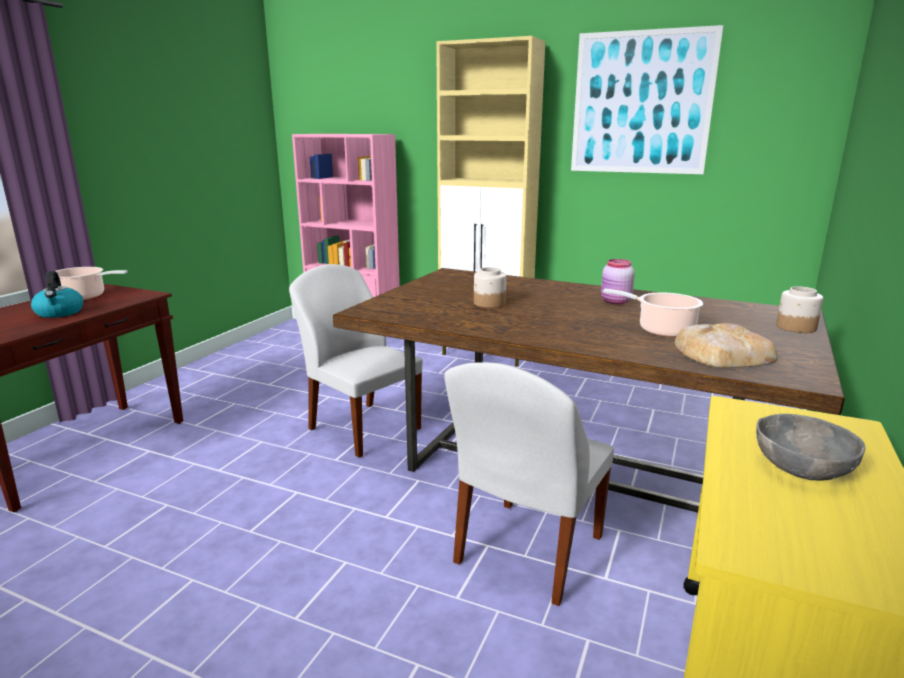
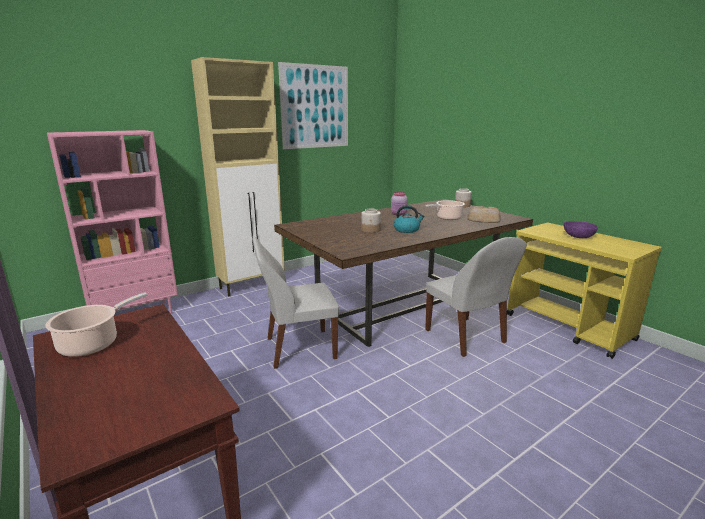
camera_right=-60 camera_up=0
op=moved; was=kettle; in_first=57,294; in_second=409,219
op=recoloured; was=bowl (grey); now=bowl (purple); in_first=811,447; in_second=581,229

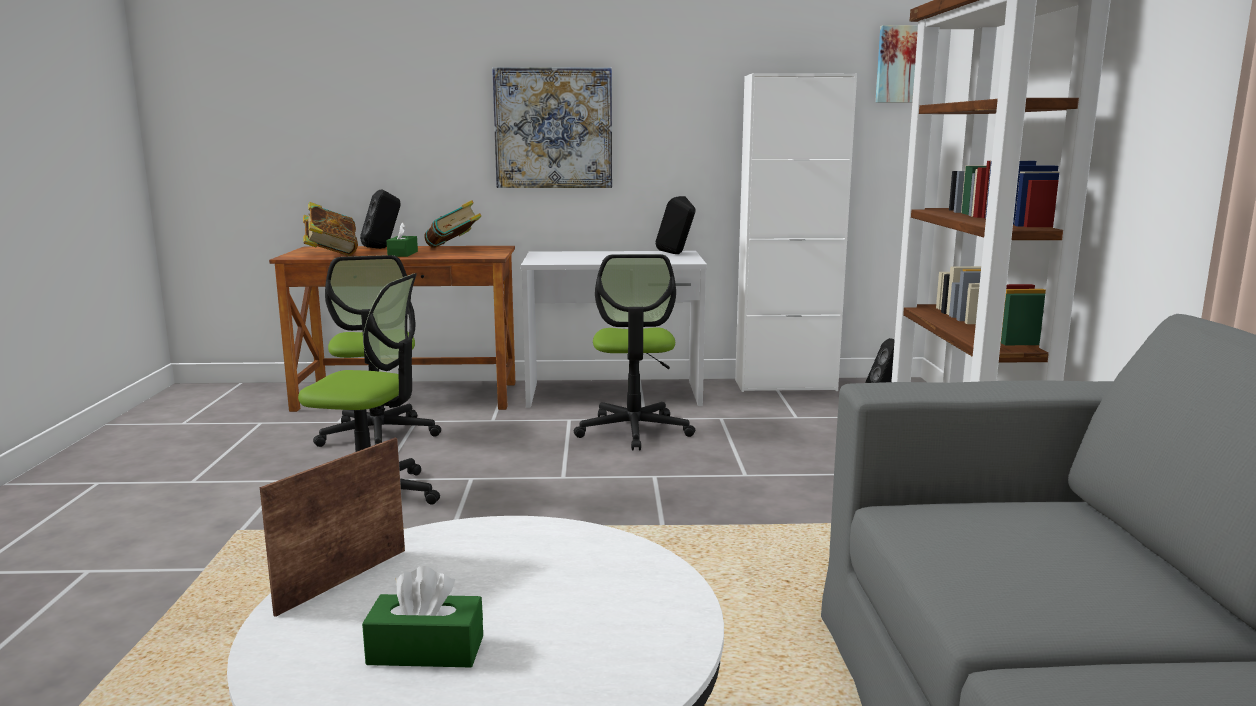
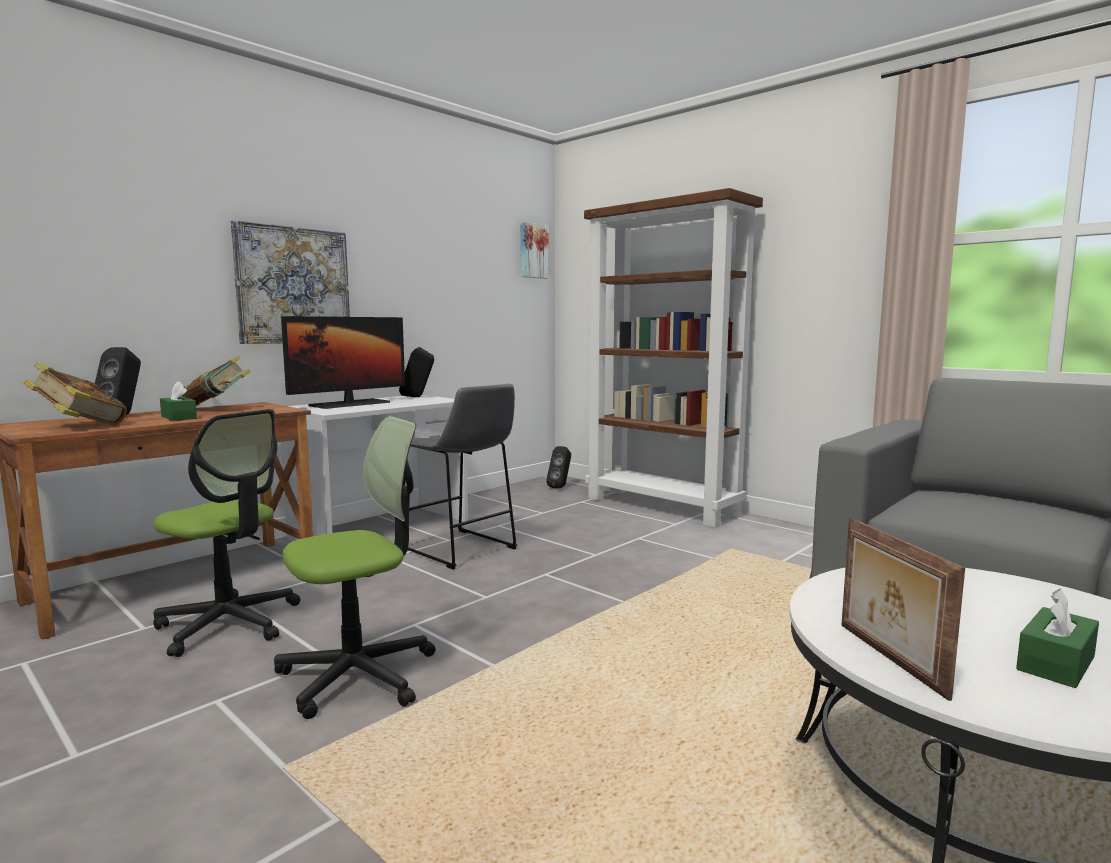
camera_right=-45 camera_up=-5
op=removed; was=cabinet (white); in_first=796,232
op=added; now=monitor; in_second=343,362
op=replaced; was=office chair; now=stool (grey); in_first=634,352; in_second=460,477

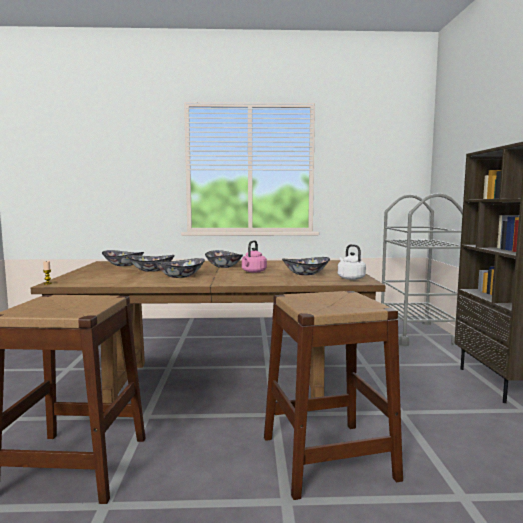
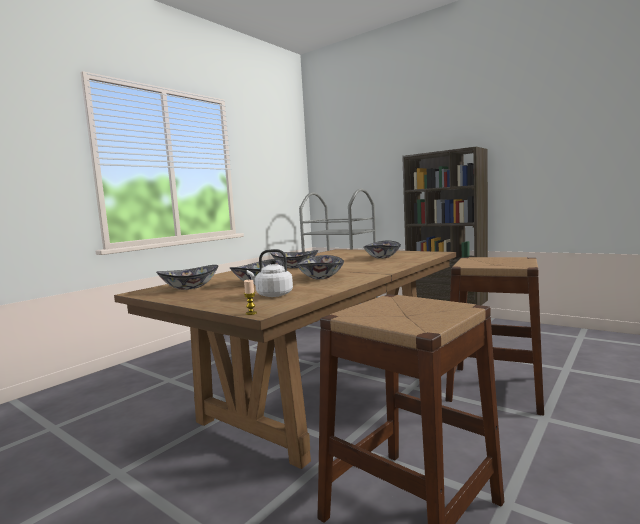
camera_right=-50 camera_up=0
op=removed; was=kettle (pink); in_first=254,256
op=moved; was=kettle (white); in_first=352,262; in_second=270,273

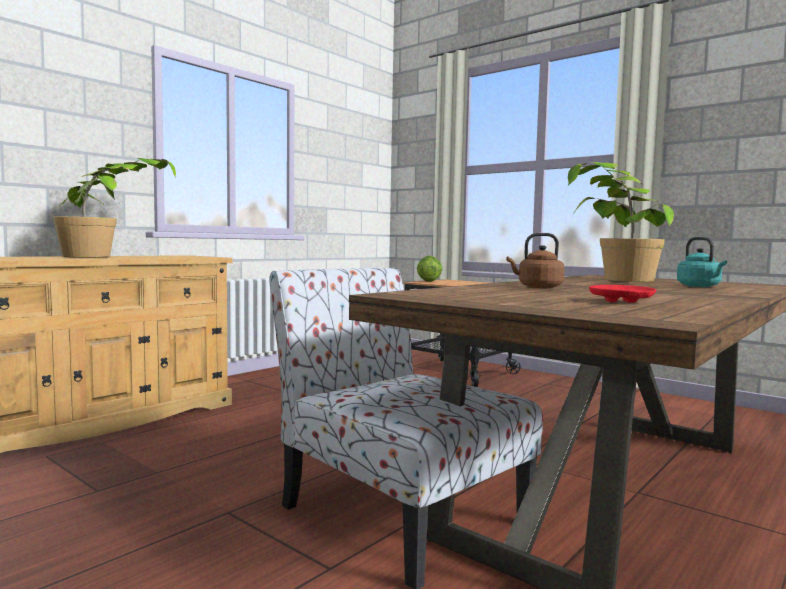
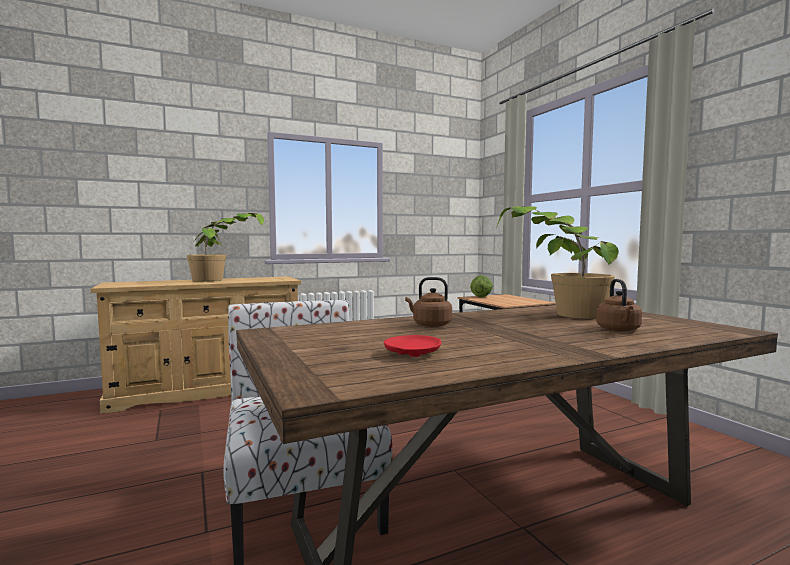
camera_right=25 camera_up=0
op=recoloured; was=kettle (turquoise); now=kettle (brown); in_first=702,262; in_second=619,305

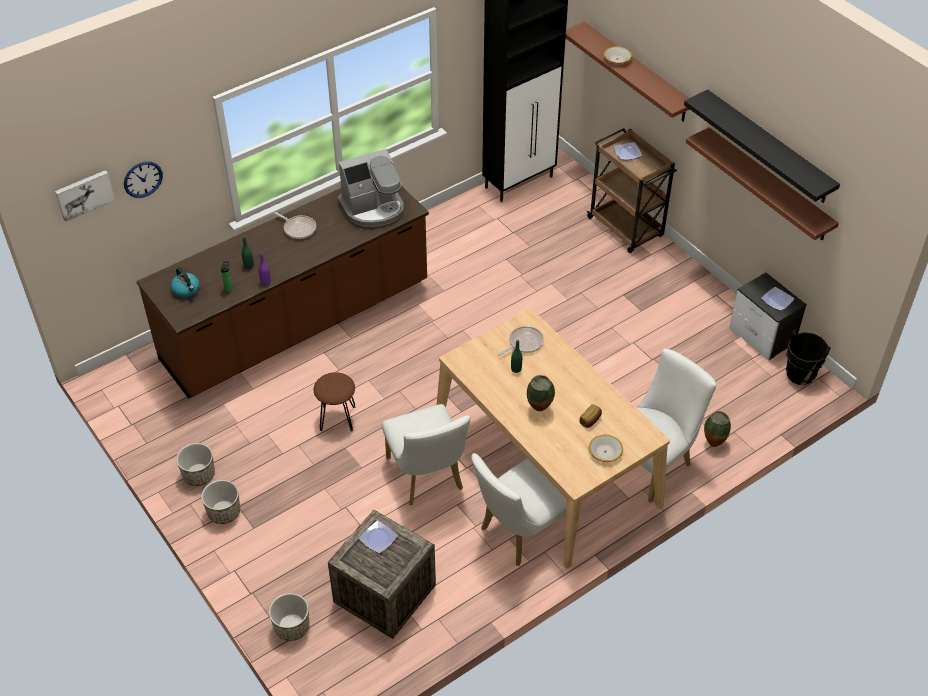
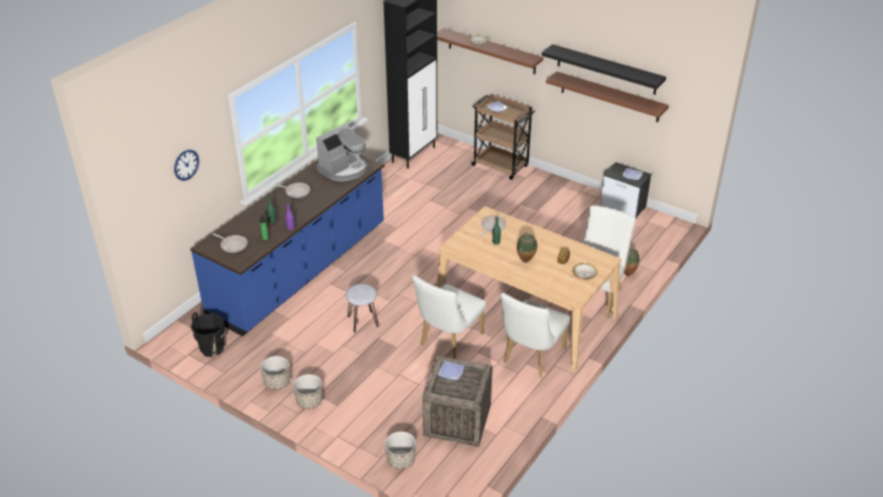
camera_right=-20 camera_up=-10
op=removed; was=picture; in_first=85,196
op=moved; was=bucket (black); in_first=808,357; in_second=208,334
op=replaced; was=kettle; now=frying pan; in_first=185,282; in_second=230,243
op=recoloured; was=counter (brown); now=counter (blue); in_first=282,293; in_second=287,245
op=recoloured; was=stool (brown); now=stool (grey); in_first=334,402; in_second=361,308
op=turned; was=chair (white); in_first=426,454; in_second=449,317; clockwise=75

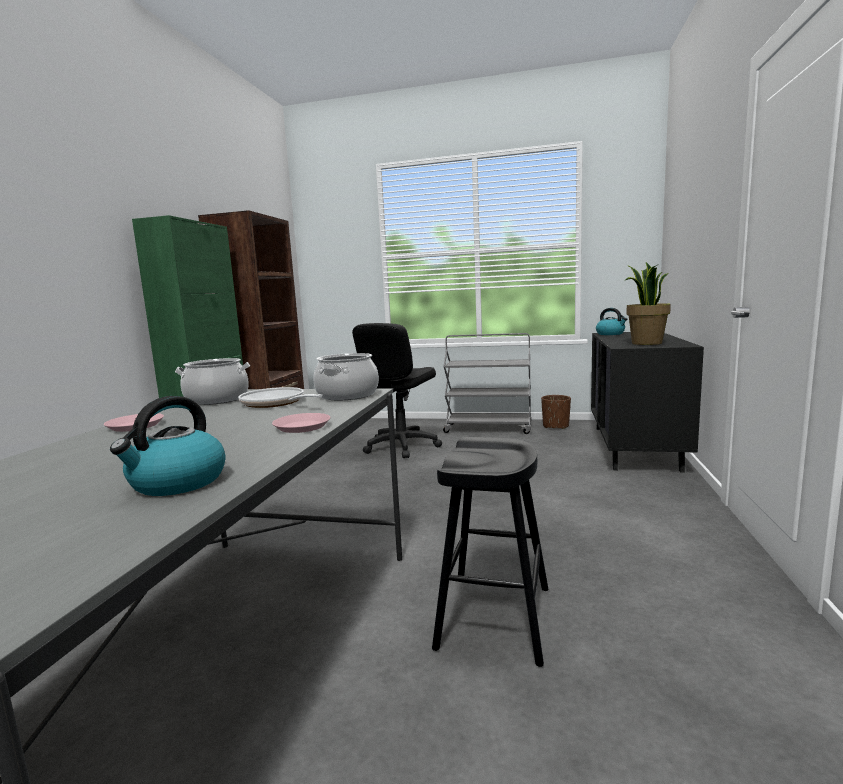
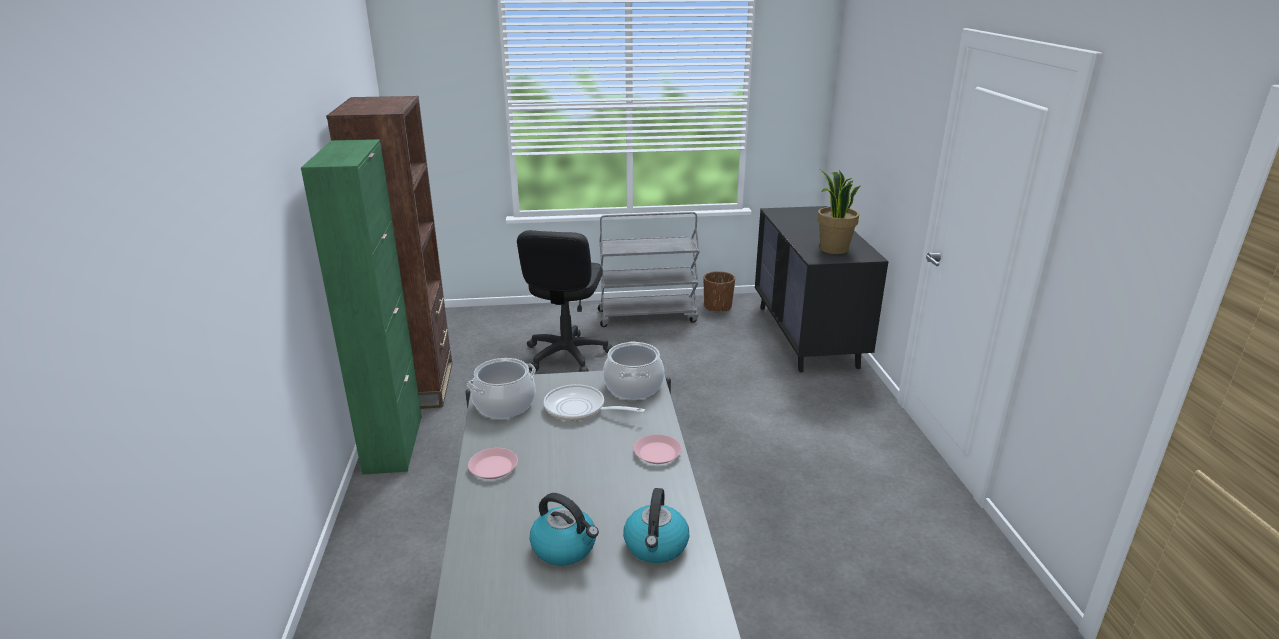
camera_right=-20 camera_up=15
op=removed; was=stool (black); in_first=490,552
op=moved; was=kettle; in_first=611,321; in_second=564,529

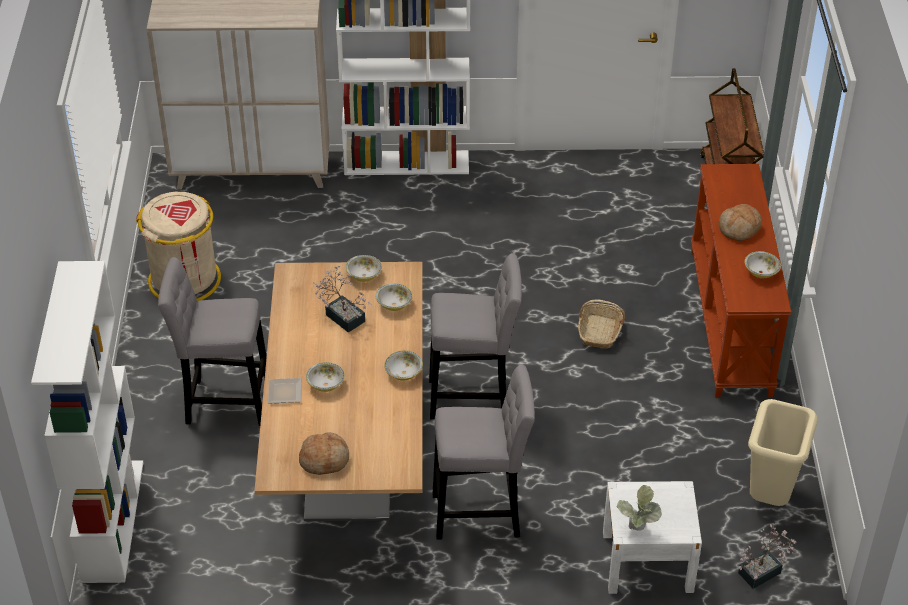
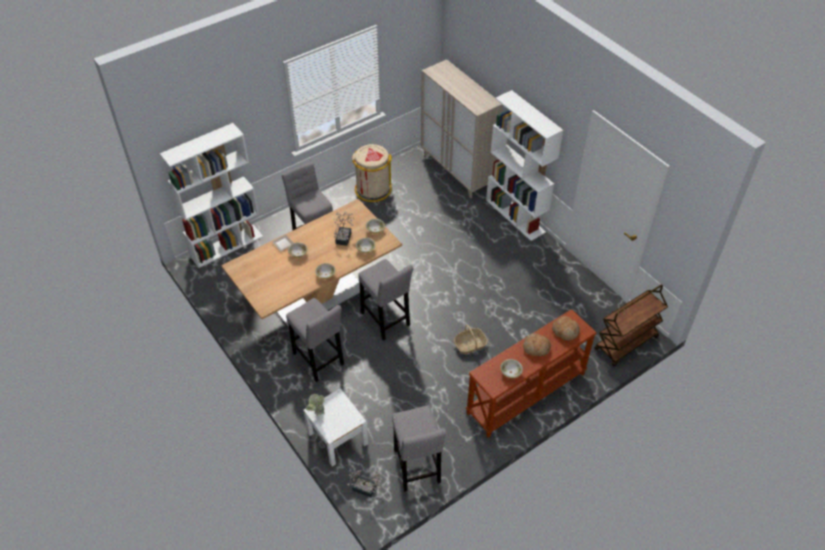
camera_right=55 camera_up=5
op=moved; was=bread; in_first=324,453; in_second=566,328
op=replaced; was=trash can (beige); now=stool (grey); in_first=782,452; in_second=419,449

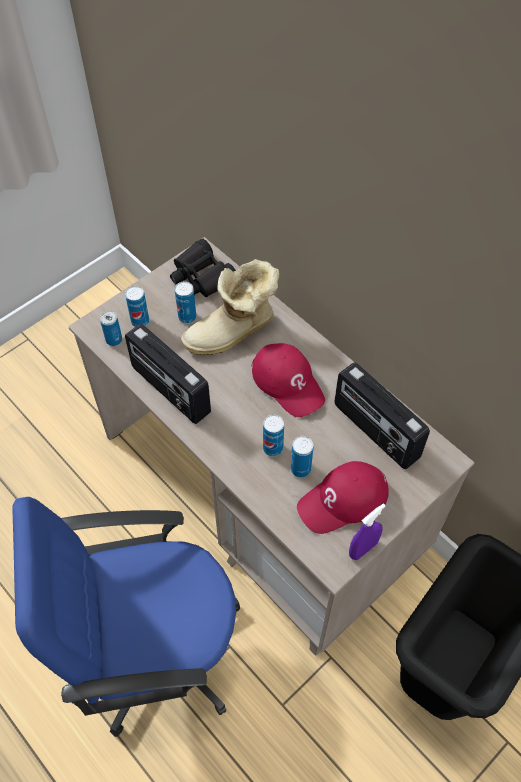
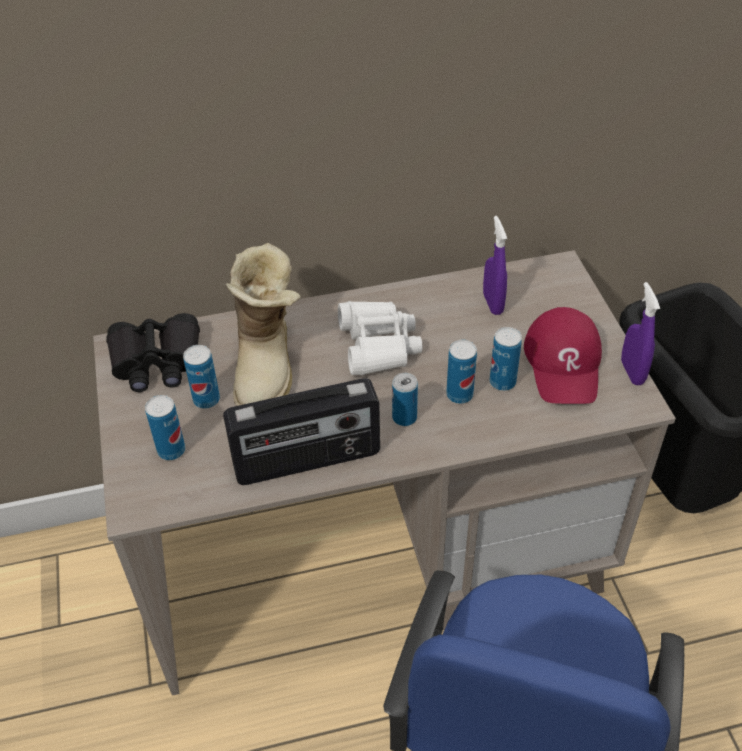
camera_right=-60 camera_up=-10
op=moved; was=can; in_first=111,328; in_second=405,399
op=replaced; was=cap (red); now=binoculars (white); in_first=288,380; in_second=380,338
op=replaced; was=radio; now=spray bottle (purple); in_first=382,415; in_second=495,265

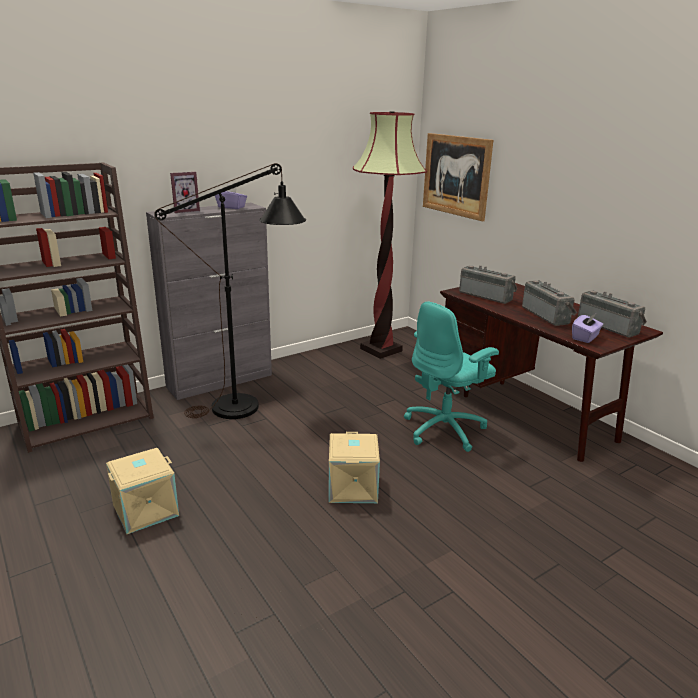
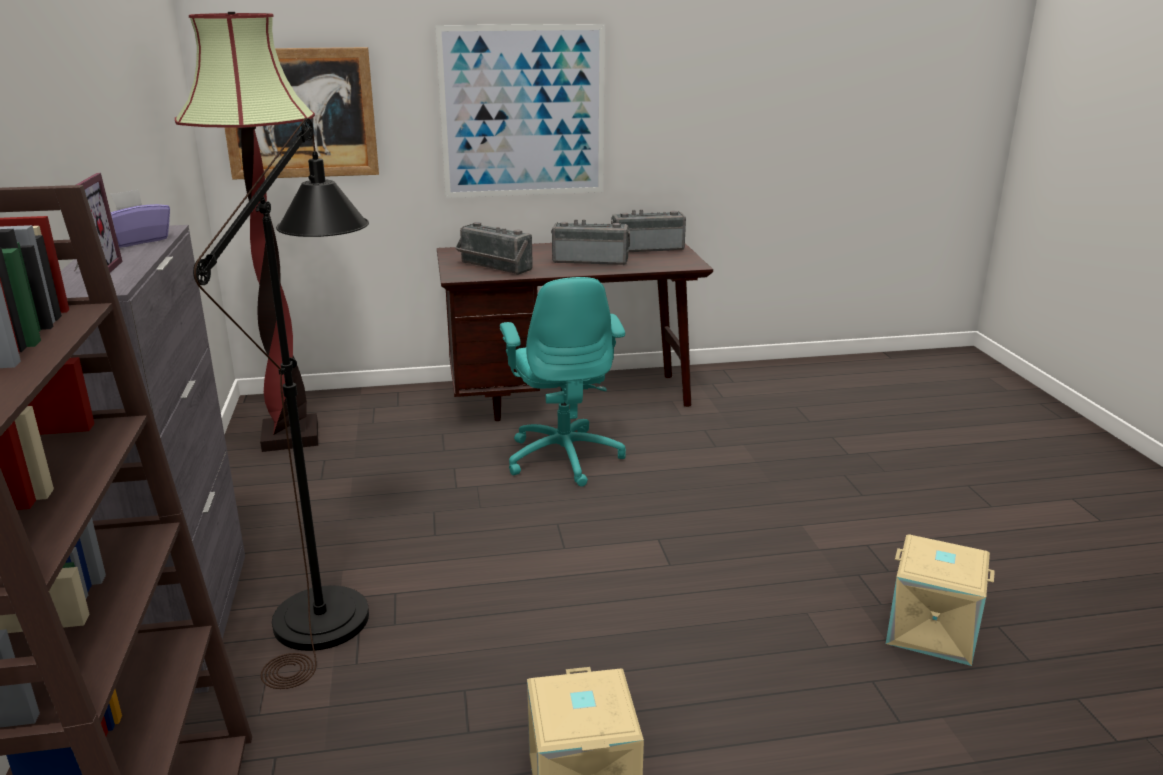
camera_right=-65 camera_up=0
op=removed; was=tissue box (purple); in_first=587,328
op=added; now=picture; in_second=520,111
op=moved; was=storage box (beige); in_first=354,467; in_second=940,600
op=turned; was=radio; in_first=488,284; in_second=494,248; clockwise=-120

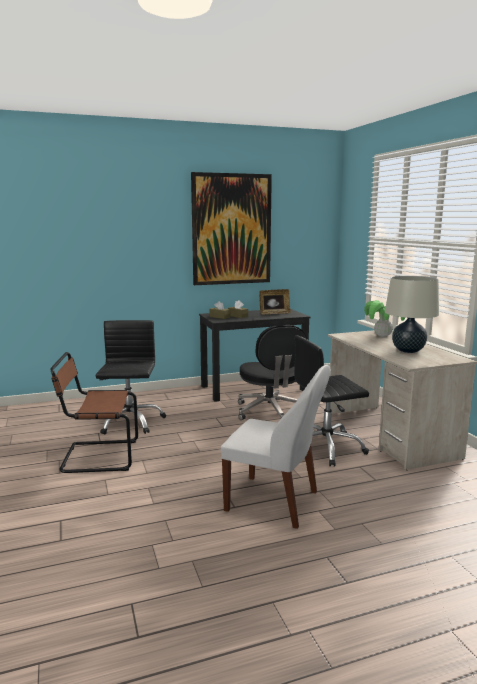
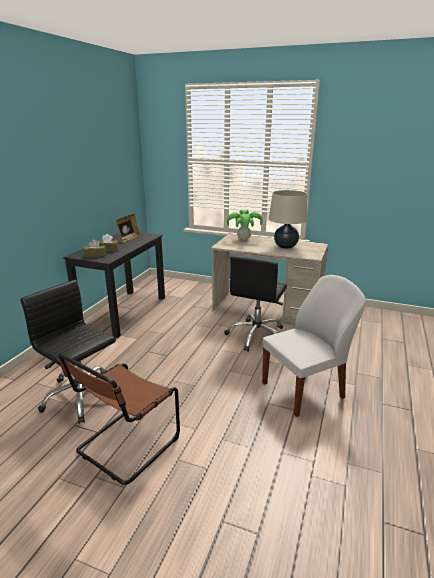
camera_right=-50 camera_up=10
op=removed; was=picture; in_first=231,228
op=removed; was=office chair (black); in_first=272,372

